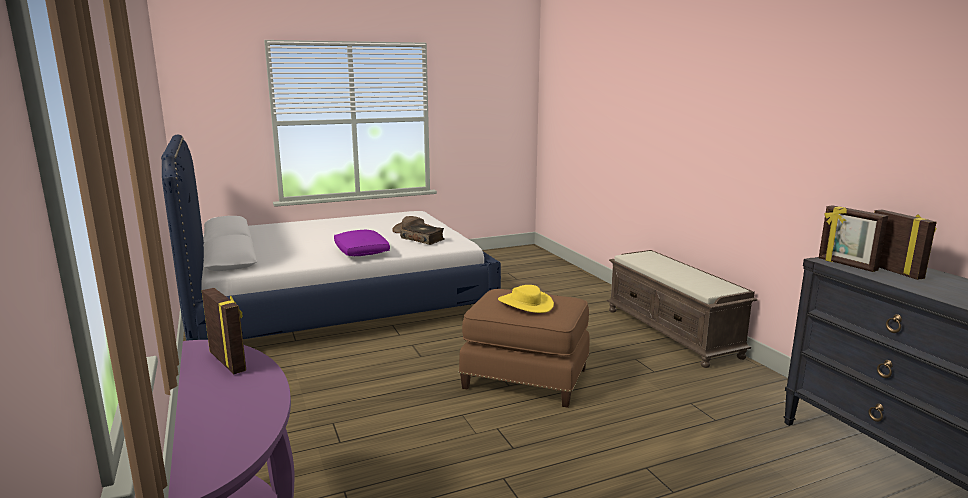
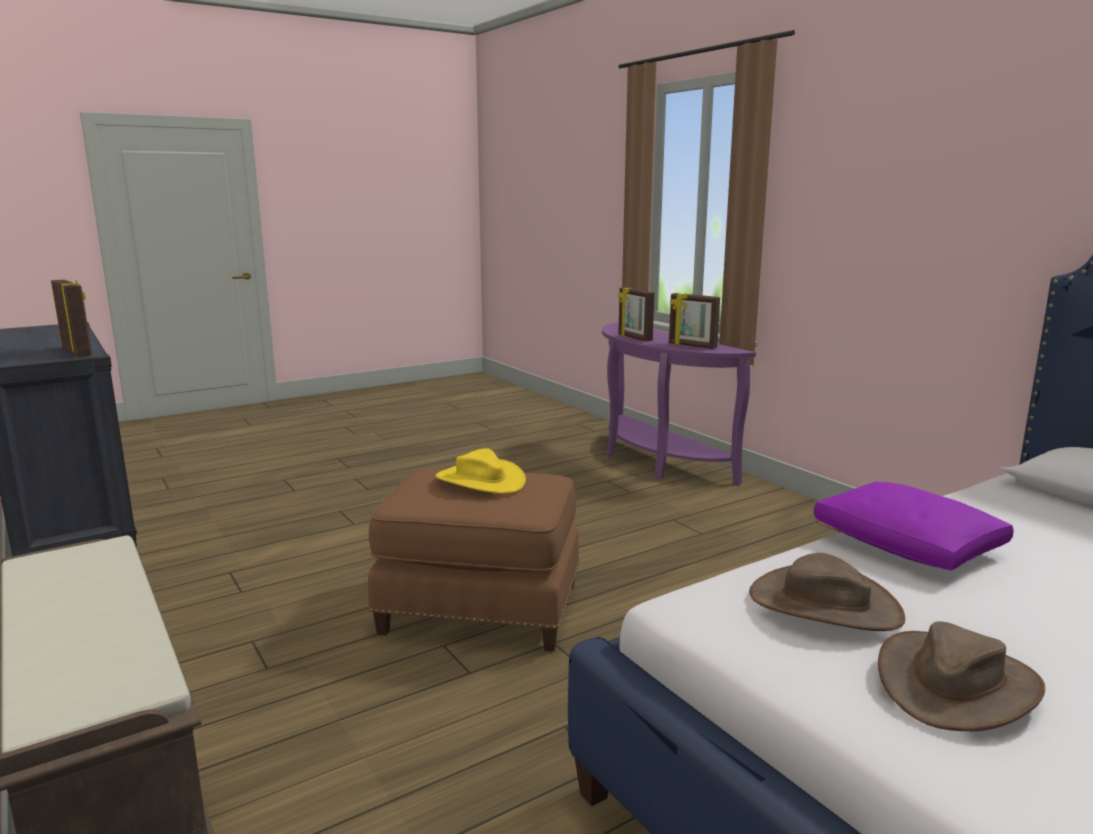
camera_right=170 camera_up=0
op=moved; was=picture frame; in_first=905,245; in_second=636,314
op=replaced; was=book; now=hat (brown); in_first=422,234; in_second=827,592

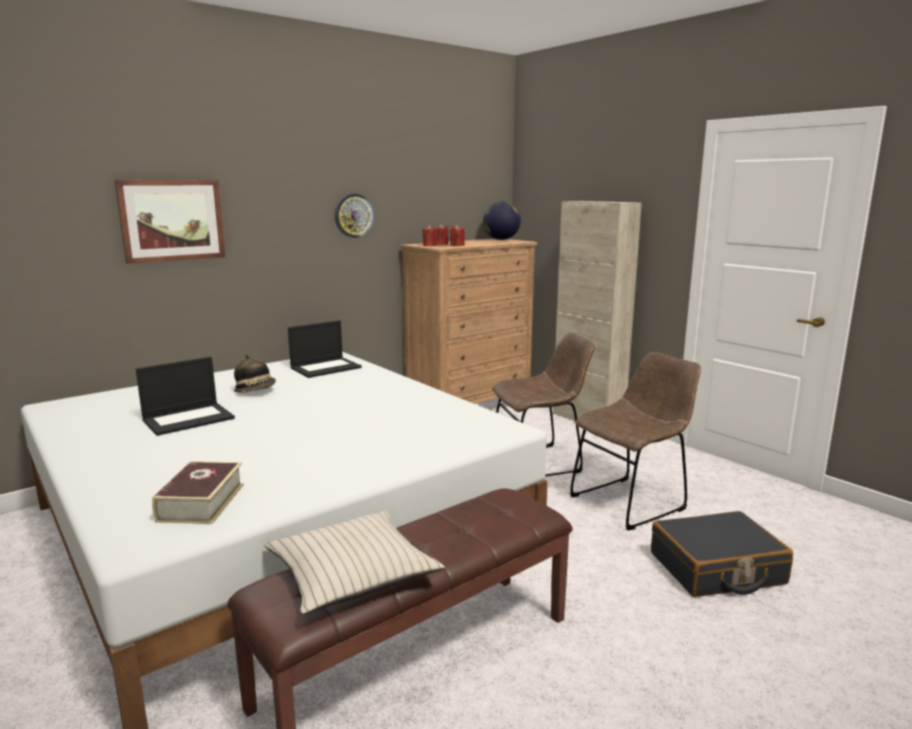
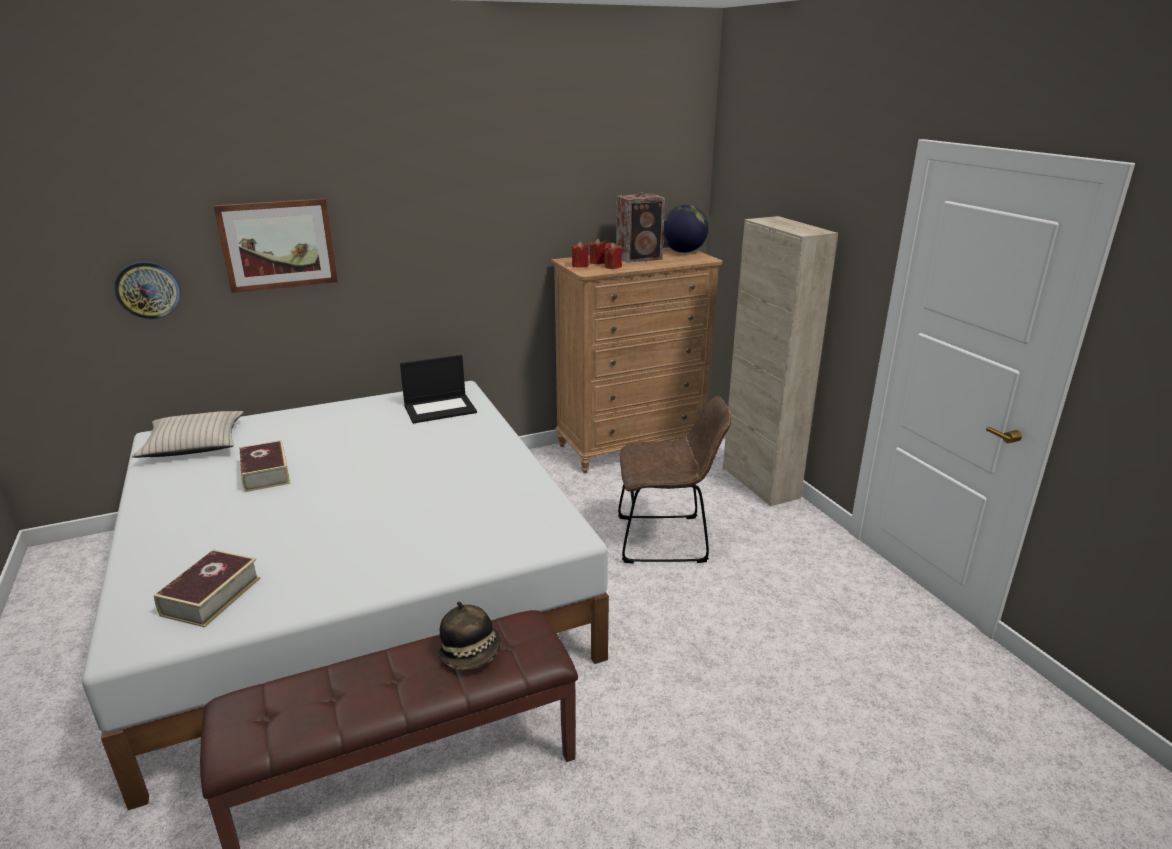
camera_right=15 camera_up=10
op=removed; was=chair (brown); in_first=635,441
op=removed; was=suitcase (black); in_first=722,554
op=added; now=speaker; in_second=640,228
op=moved; was=hat; in_first=255,373; in_second=469,635
op=moved; was=pillow (beige); in_first=354,562; in_second=188,434
op=moved; was=wall clock; in_first=354,216; in_second=147,290
op=replaced; was=laptop; now=book; in_first=185,396; in_second=265,466

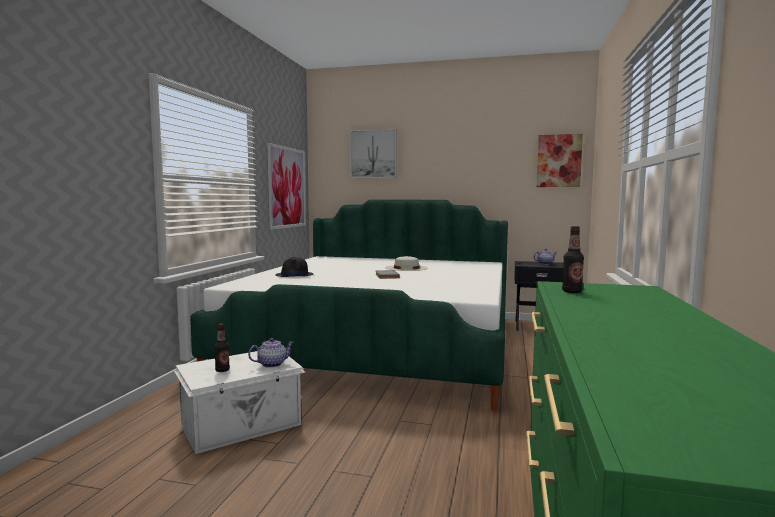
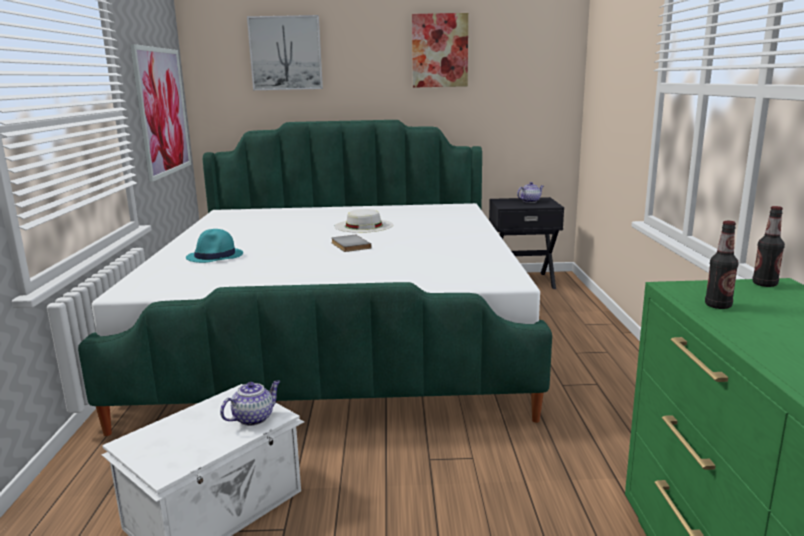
camera_right=-15 camera_up=10
op=moved; was=bottle; in_first=222,347; in_second=768,246
op=moved; was=picture; in_first=560,160; in_second=440,50
op=recoloured; was=hat (black); now=hat (turquoise); in_first=294,267; in_second=214,246

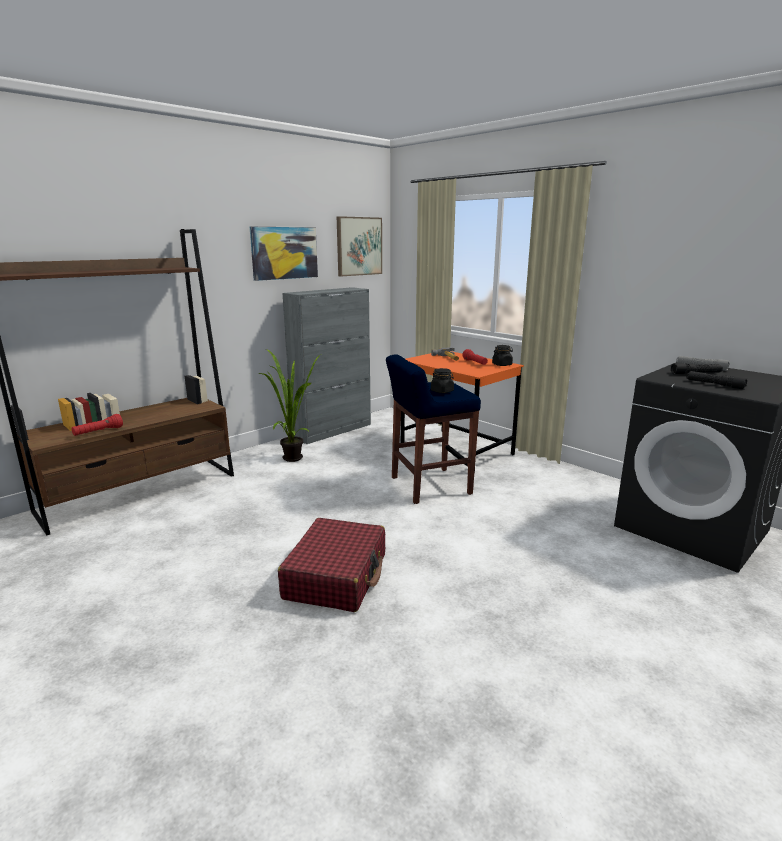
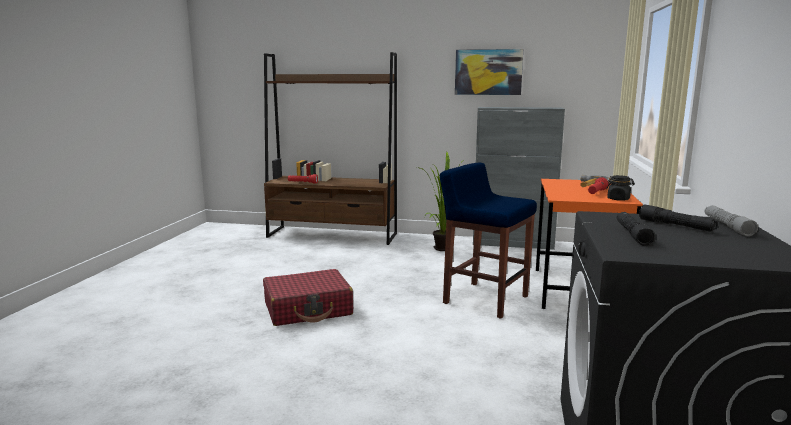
camera_right=55 camera_up=-5
op=removed; was=picture; in_first=359,246
op=removed; was=jar (black); in_first=442,380

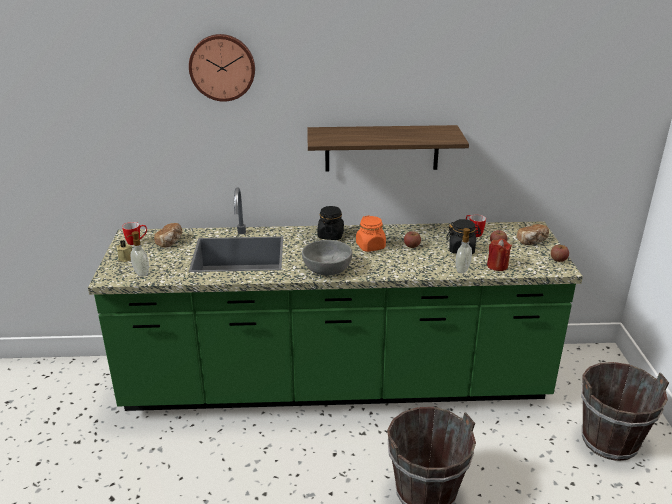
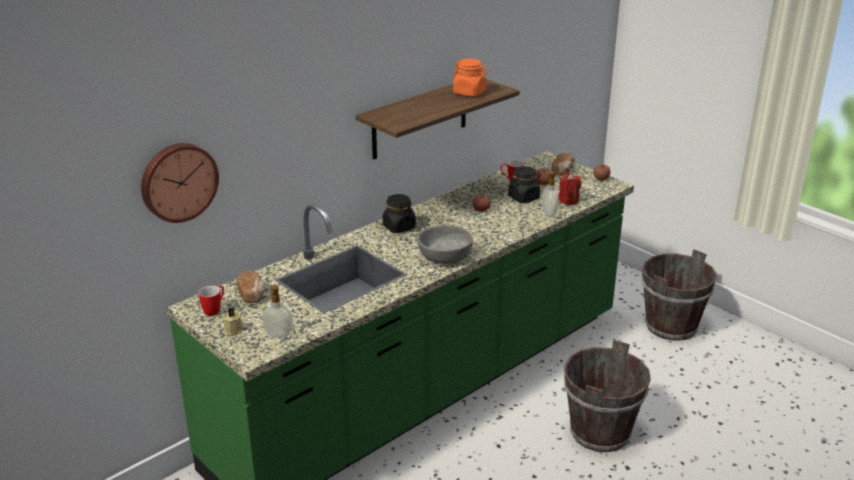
camera_right=-40 camera_up=0
op=moved; was=wall clock; in_first=222,68; in_second=180,183
op=moved; was=jar (orange); in_first=371,233; in_second=470,78

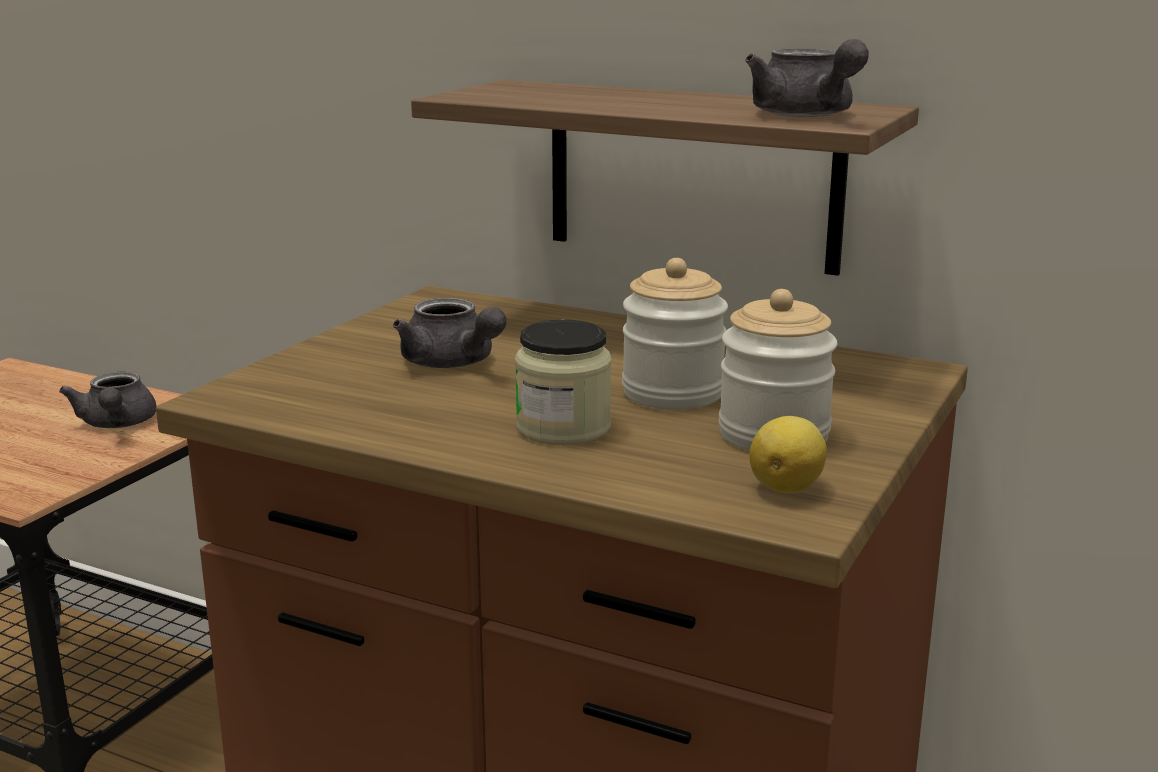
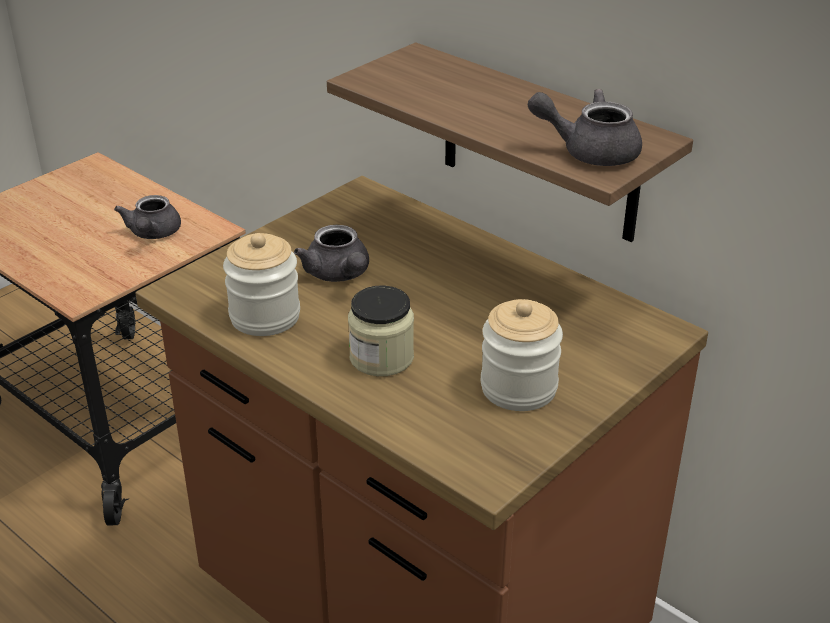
camera_right=15 camera_up=15
op=removed; was=lemon; in_first=788,454
op=moved; was=jar; in_first=675,334; in_second=261,284
op=turned; was=teapot (grey); in_first=807,78; in_second=585,127; clockwise=105

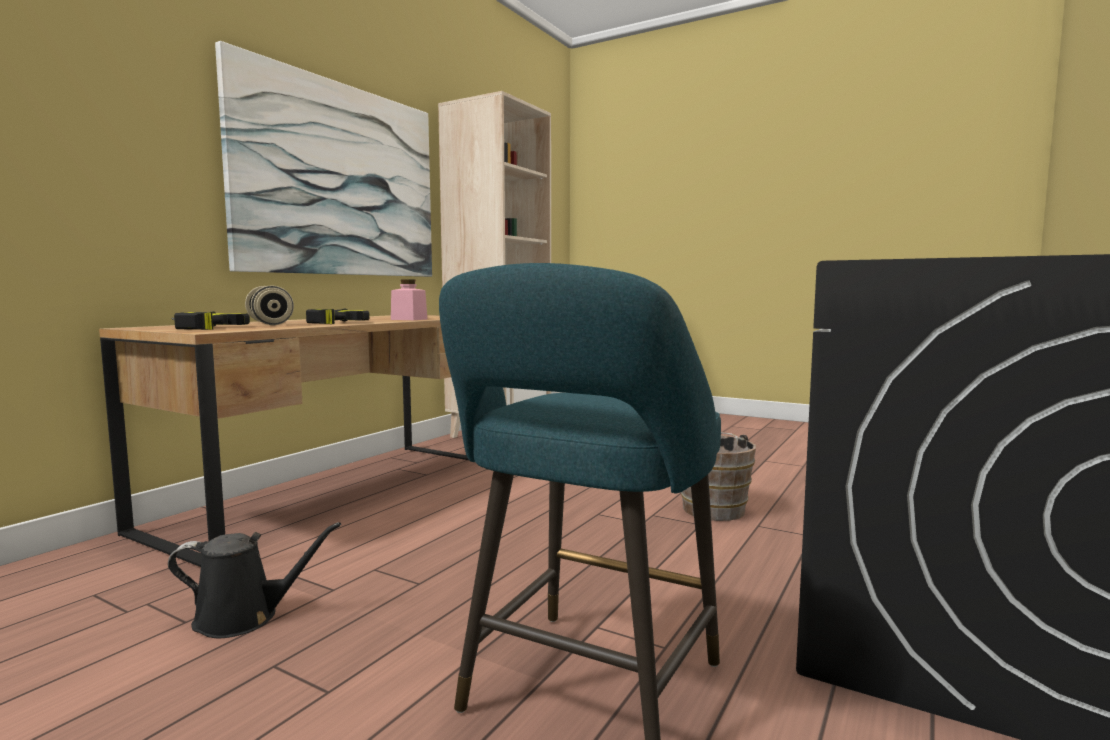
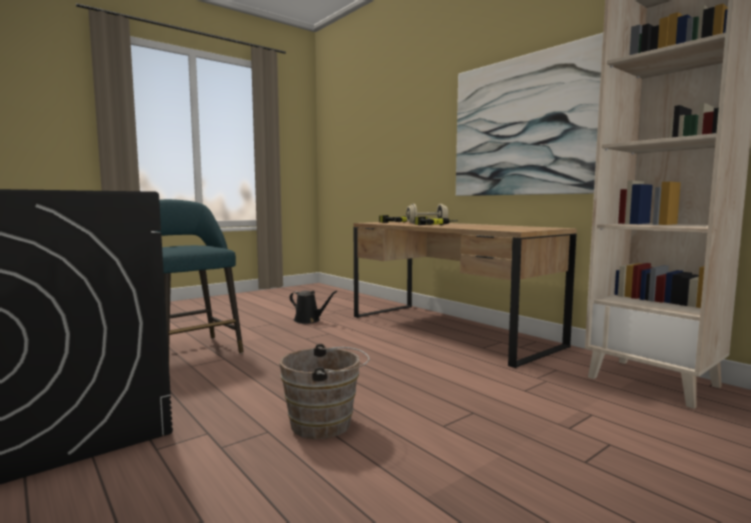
camera_right=110 camera_up=0
op=removed; was=jar (pink); in_first=409,299
op=turned; was=watering can (black); in_first=254,580; in_second=313,307; clockwise=-75

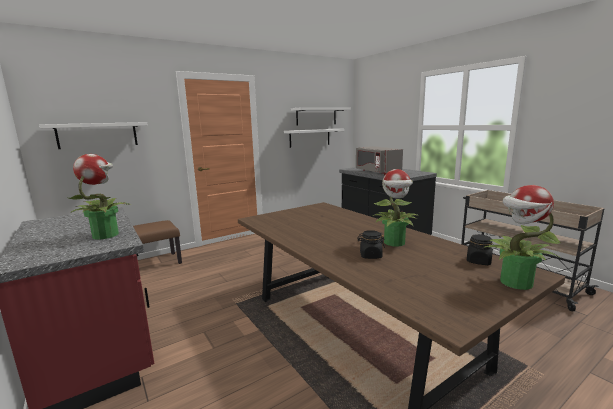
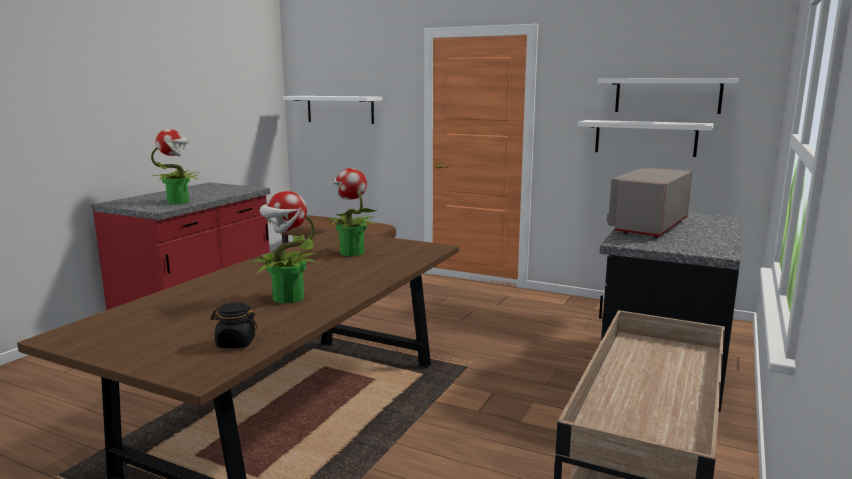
camera_right=60 camera_up=0
op=removed; was=jar (black); in_first=371,244
op=moved; was=potted plant; in_first=522,237; in_second=352,212

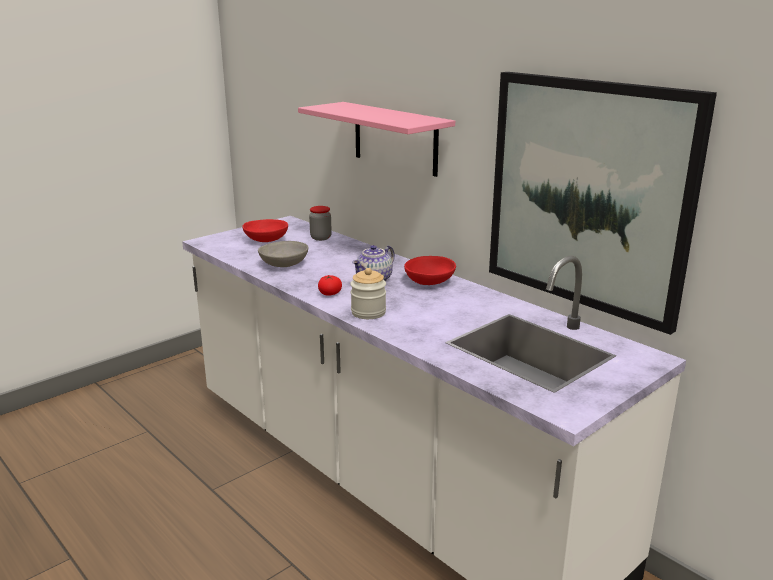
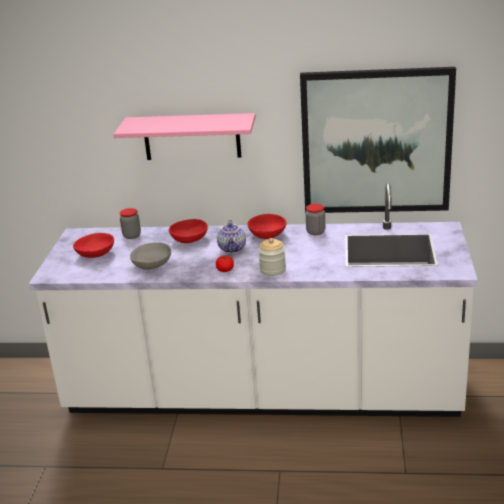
camera_right=-40 camera_up=5
op=added; now=bowl (red); in_second=188,231
op=added; now=jar; in_second=315,219

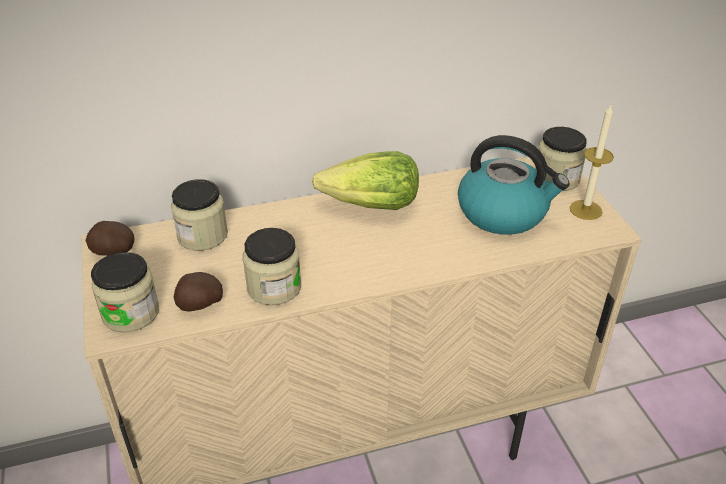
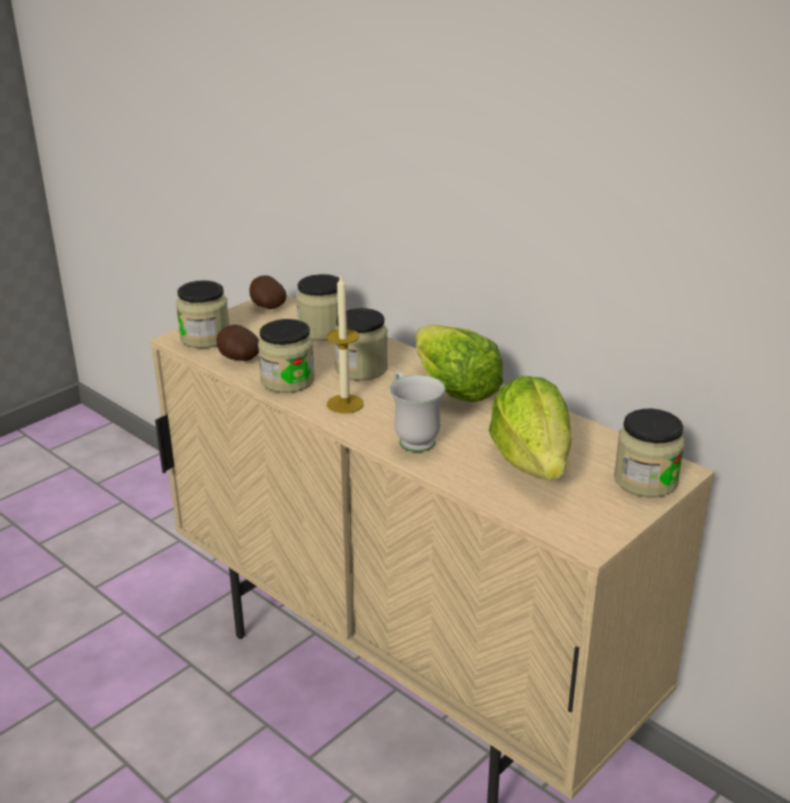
camera_right=60 camera_up=-10
op=added; now=jar; in_second=361,344
op=added; now=mug (white); in_second=418,411
op=moved; was=candle; in_first=592,162; in_second=345,344
op=replaced; was=kettle; now=lettuce; in_first=514,185; in_second=530,427

